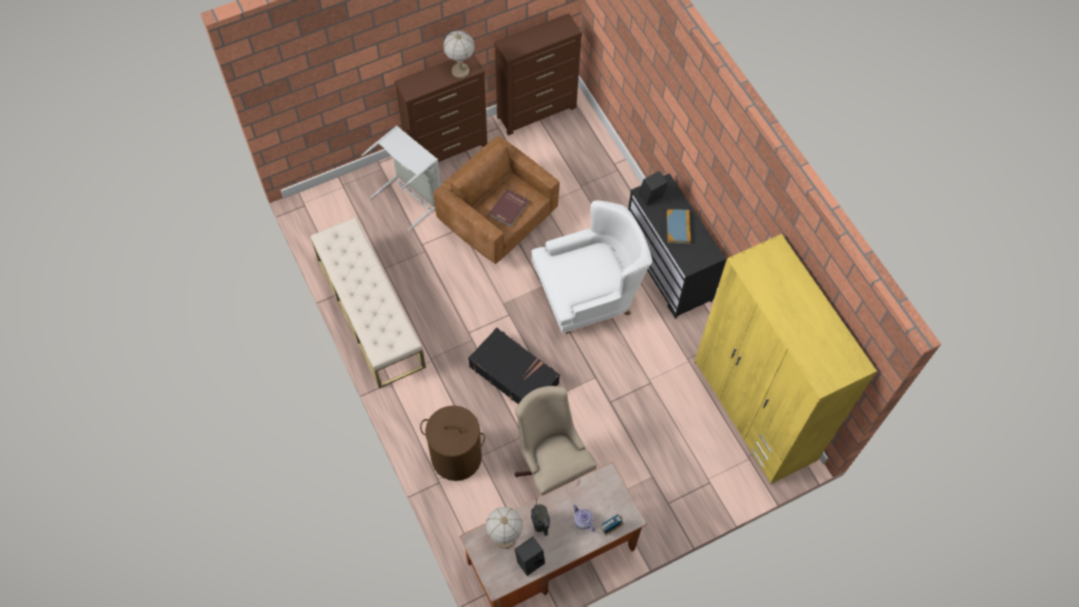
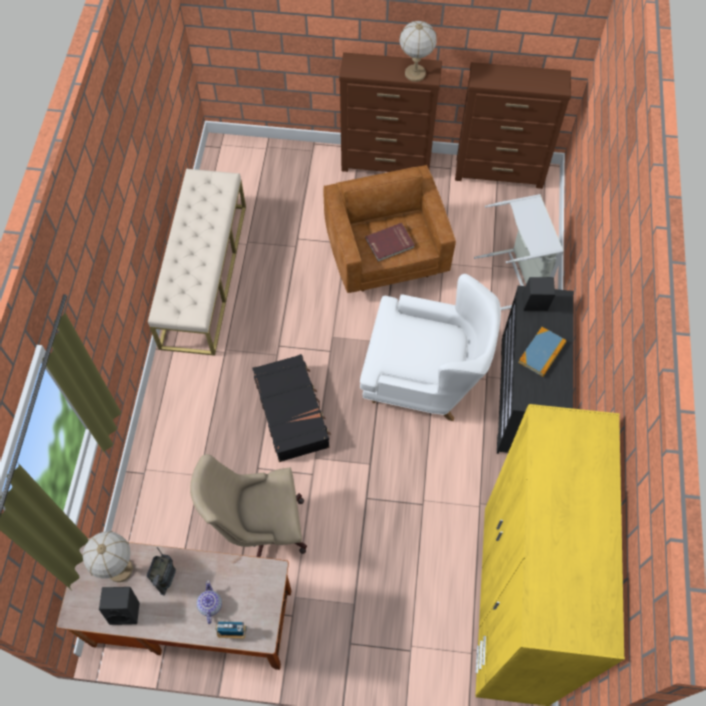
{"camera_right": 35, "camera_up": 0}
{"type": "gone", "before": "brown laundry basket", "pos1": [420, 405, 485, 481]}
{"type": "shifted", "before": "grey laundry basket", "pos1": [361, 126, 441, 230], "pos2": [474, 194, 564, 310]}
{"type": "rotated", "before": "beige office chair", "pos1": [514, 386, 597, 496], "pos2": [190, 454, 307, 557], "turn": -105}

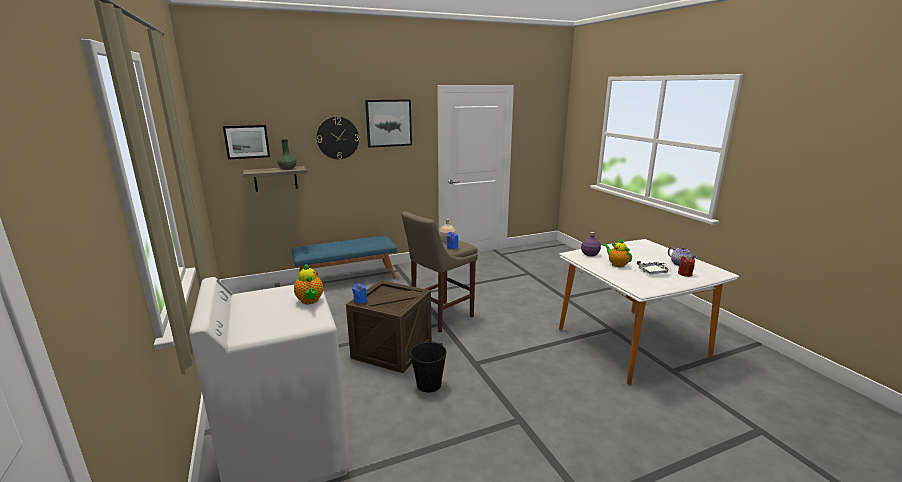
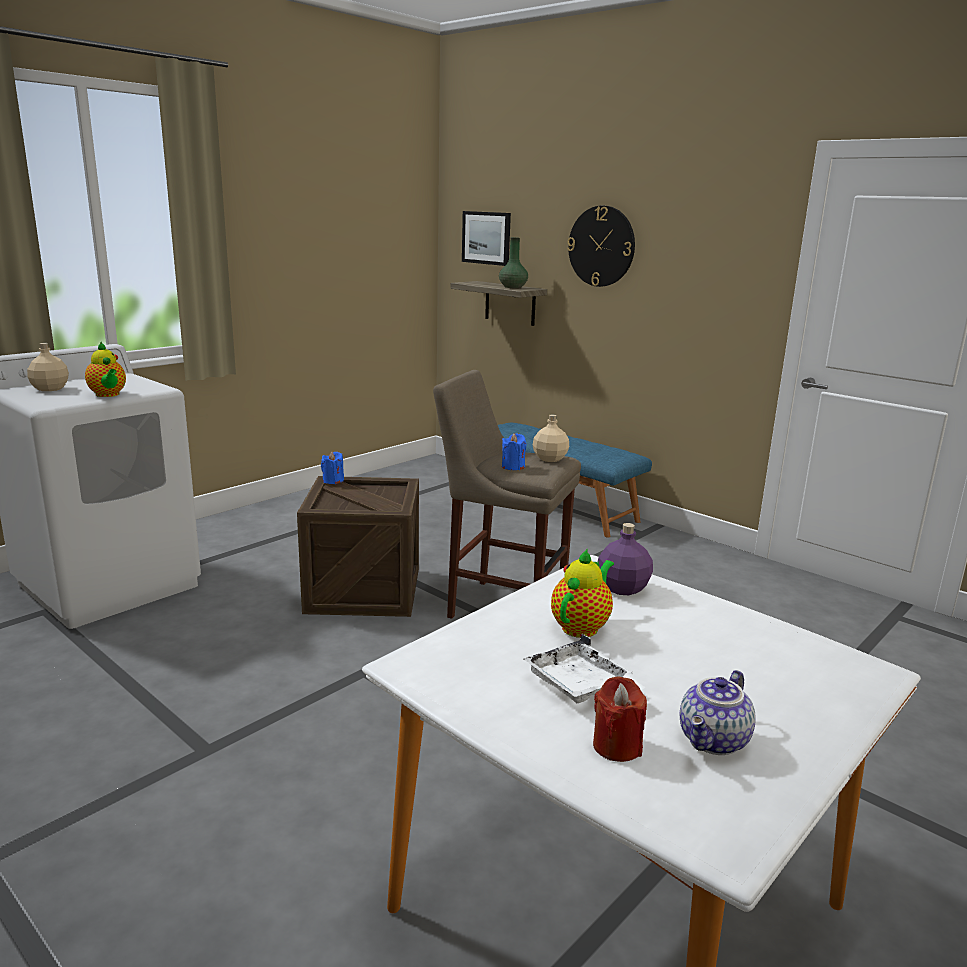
{"camera_right": 65, "camera_up": 0}
{"type": "gone", "before": "picture", "pos1": [365, 99, 412, 148]}
{"type": "gone", "before": "black bucket", "pos1": [410, 341, 447, 393]}
{"type": "new", "after": "beige bottle", "pos2": [27, 343, 69, 391]}
{"type": "rotated", "before": "teapot", "pos1": [294, 264, 323, 304], "pos2": [85, 342, 126, 397], "turn": -75}

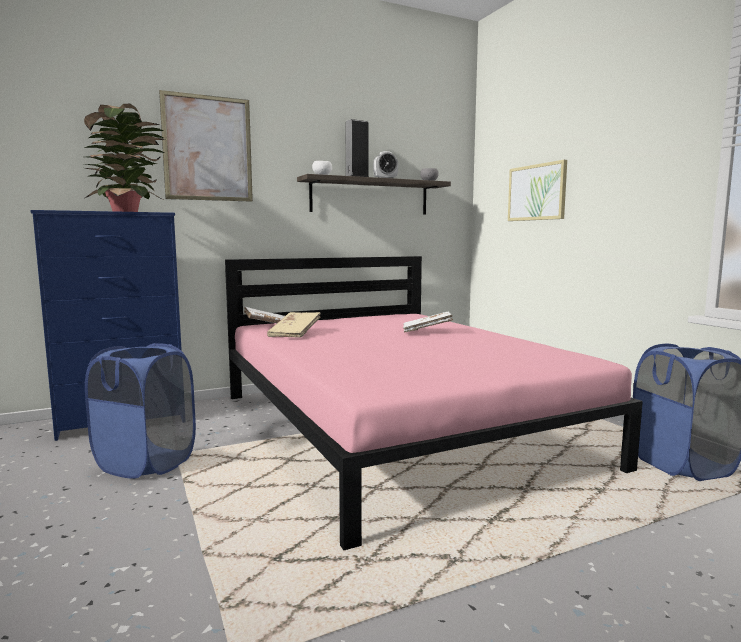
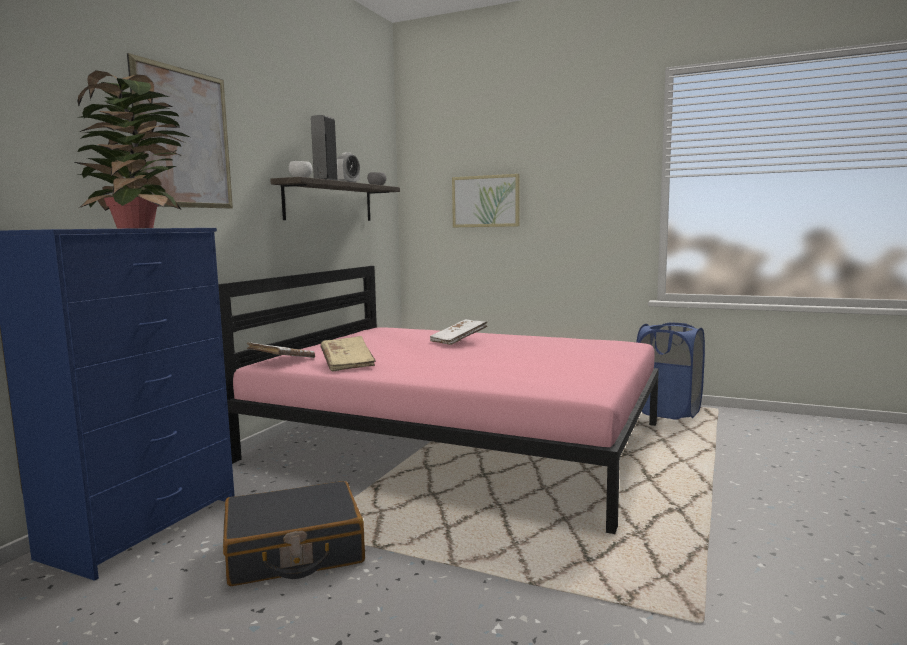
{"camera_right": -40, "camera_up": 0}
{"type": "swapped", "before": "blue laundry basket", "after": "black suitcase", "pos1": [85, 343, 196, 479], "pos2": [223, 481, 365, 586]}

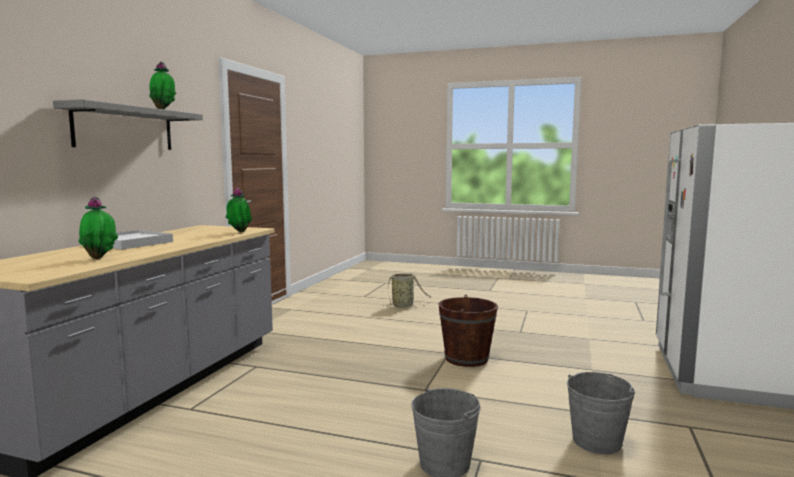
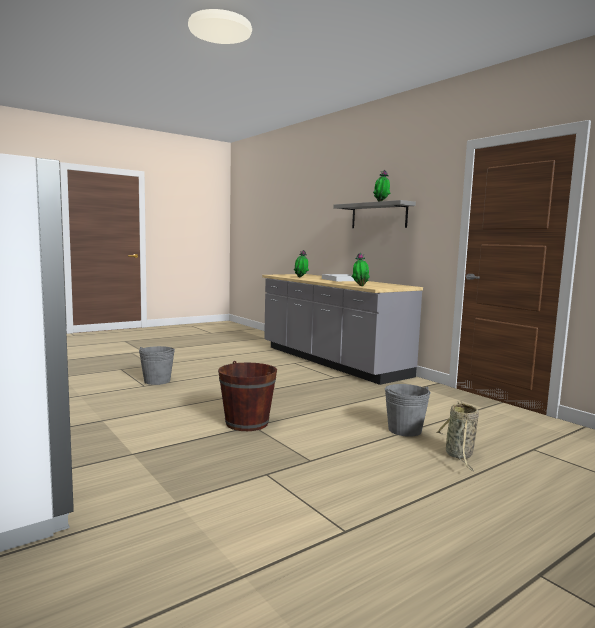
{"camera_right": 125, "camera_up": 0}
{"type": "shifted", "before": "grey bucket", "pos1": [567, 372, 635, 454], "pos2": [385, 384, 431, 437]}

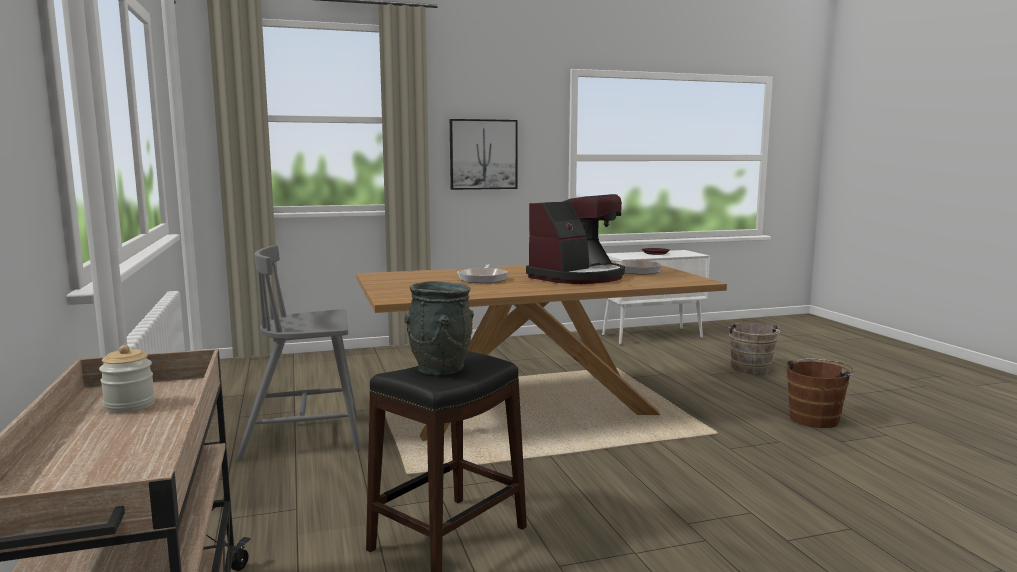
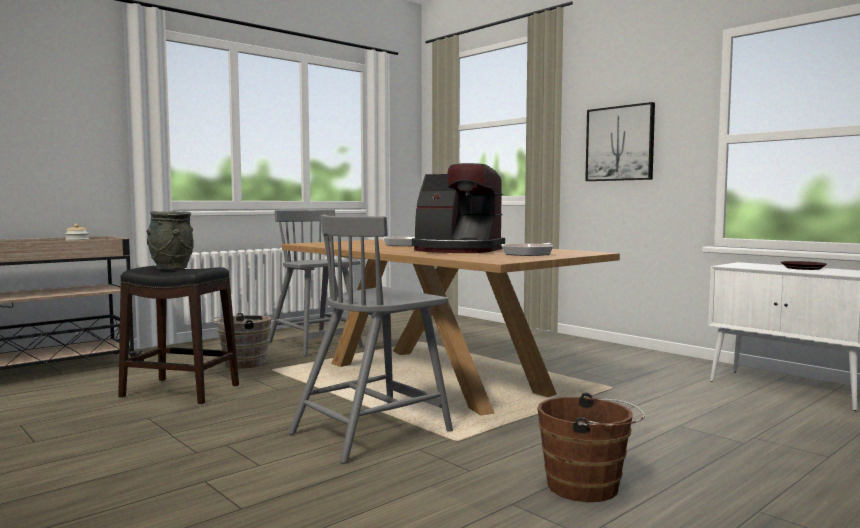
{"camera_right": 65, "camera_up": -5}
{"type": "new", "after": "grey chair", "pos2": [288, 215, 453, 464]}
{"type": "shifted", "before": "brown bucket", "pos1": [728, 323, 780, 375], "pos2": [210, 313, 272, 369]}

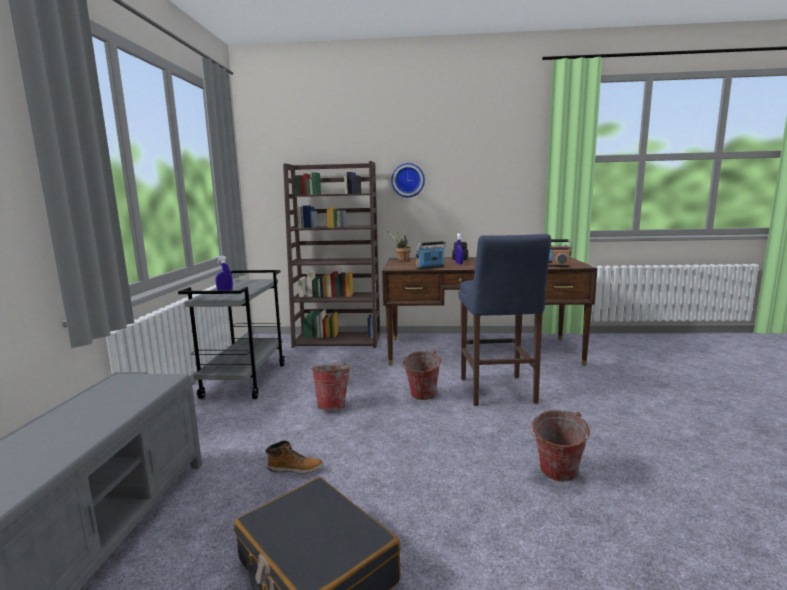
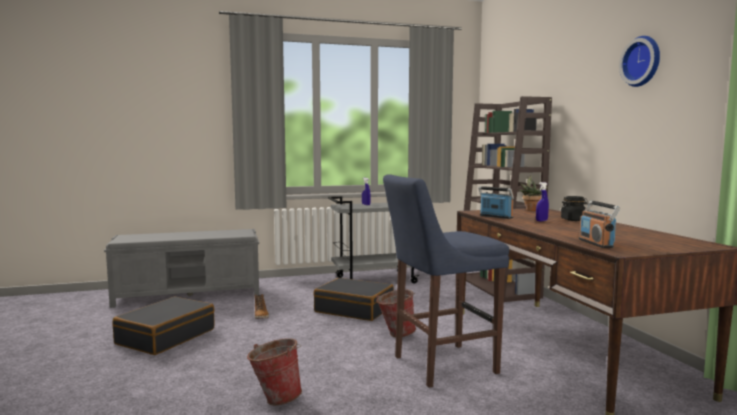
{"camera_right": 70, "camera_up": -5}
{"type": "shifted", "before": "wall clock", "pos1": [391, 163, 425, 197], "pos2": [619, 36, 660, 87]}
{"type": "swapped", "before": "bucket", "after": "black suitcase", "pos1": [311, 363, 353, 410], "pos2": [314, 278, 394, 321]}

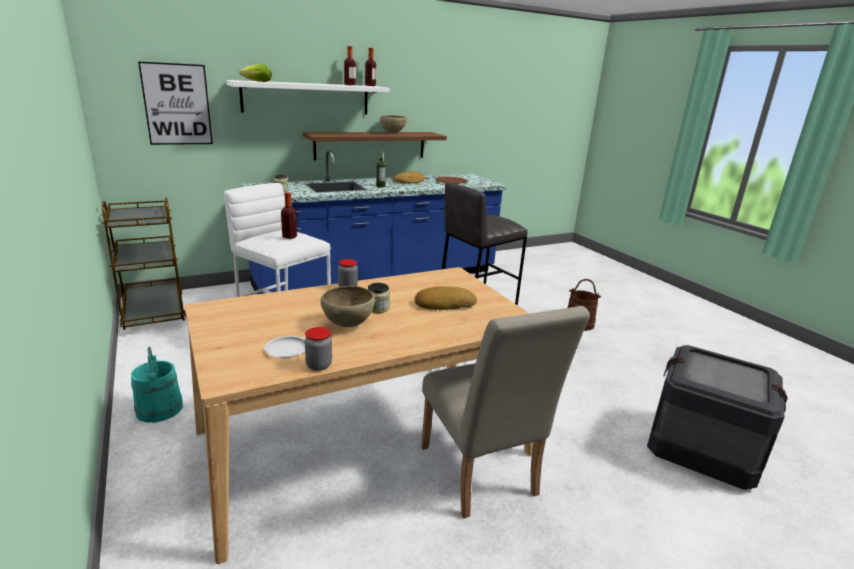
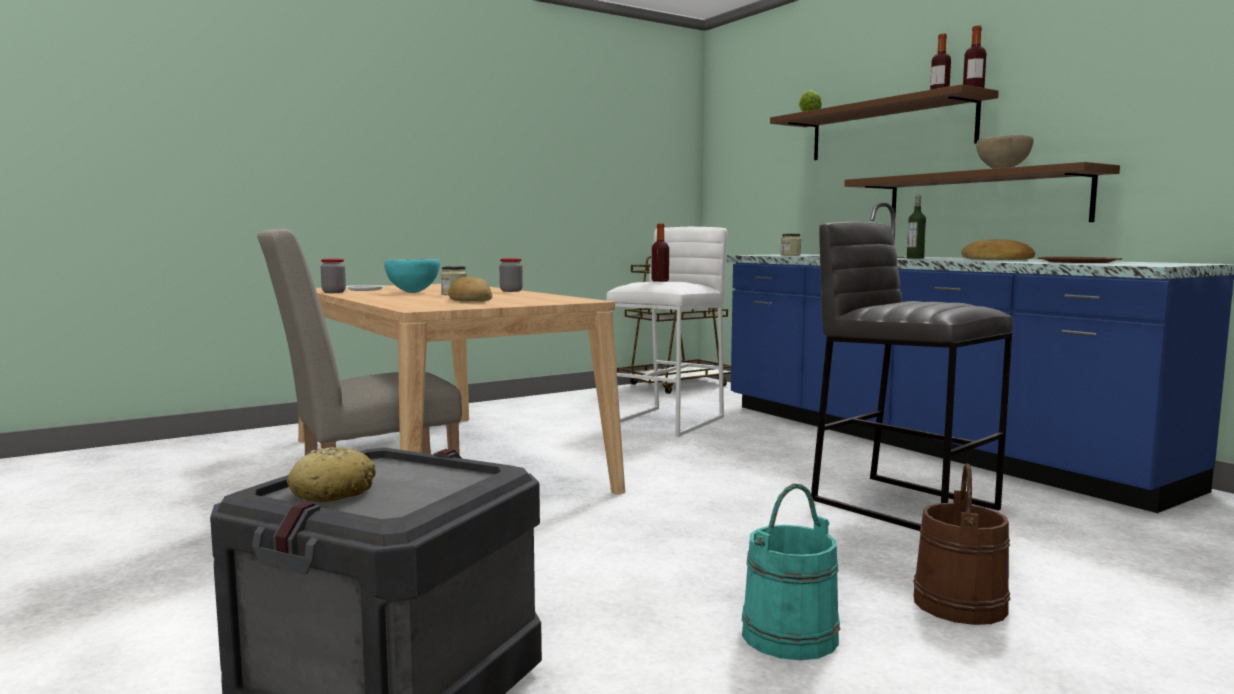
{"camera_right": 85, "camera_up": -15}
{"type": "gone", "before": "picture", "pos1": [138, 62, 213, 145]}
{"type": "new", "after": "bread", "pos2": [287, 447, 376, 502]}
{"type": "shifted", "before": "turquoise bucket", "pos1": [131, 346, 183, 422], "pos2": [742, 483, 840, 660]}
{"type": "repainted", "before": "white shelf", "after": "brown shelf", "pos1": [226, 80, 390, 114], "pos2": [770, 84, 999, 160]}
{"type": "repainted", "before": "brown bowl", "after": "turquoise bowl", "pos1": [321, 286, 375, 327], "pos2": [384, 259, 440, 293]}

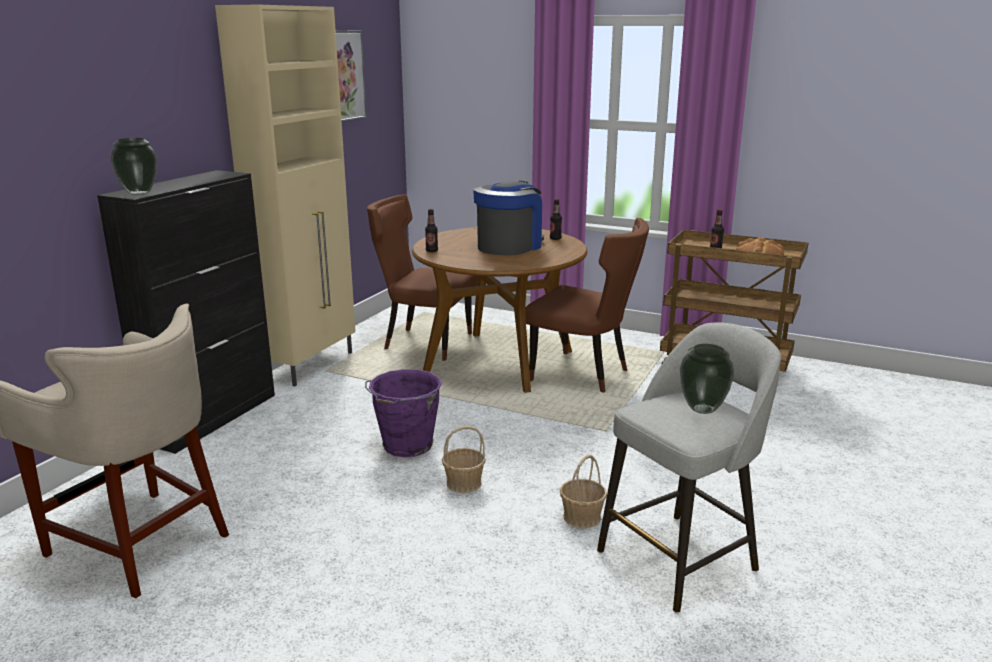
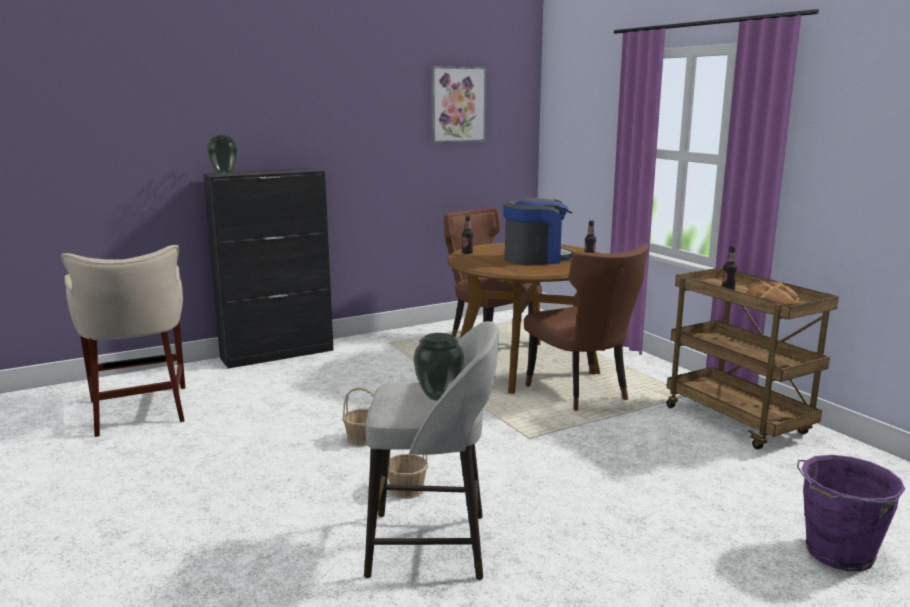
{"camera_right": 35, "camera_up": -5}
{"type": "gone", "before": "beige cabinet", "pos1": [215, 5, 356, 386]}
{"type": "shifted", "before": "purple bucket", "pos1": [365, 369, 442, 457], "pos2": [797, 455, 905, 571]}

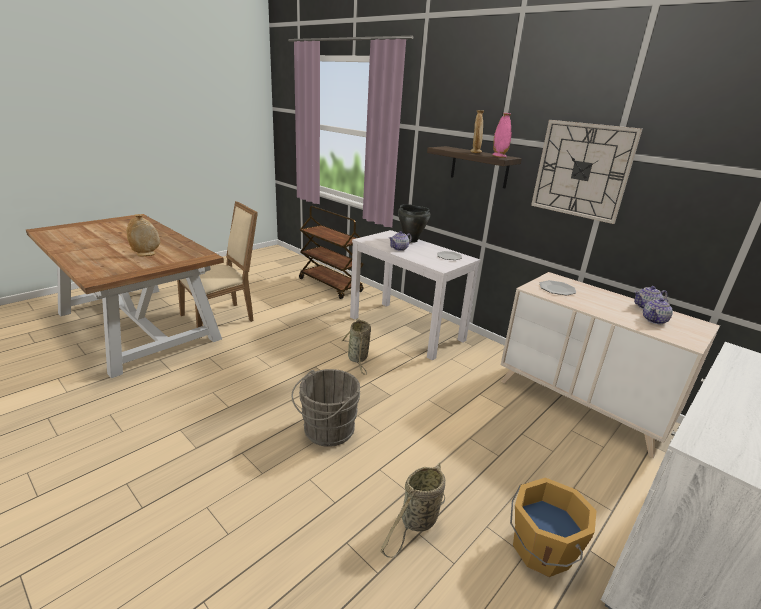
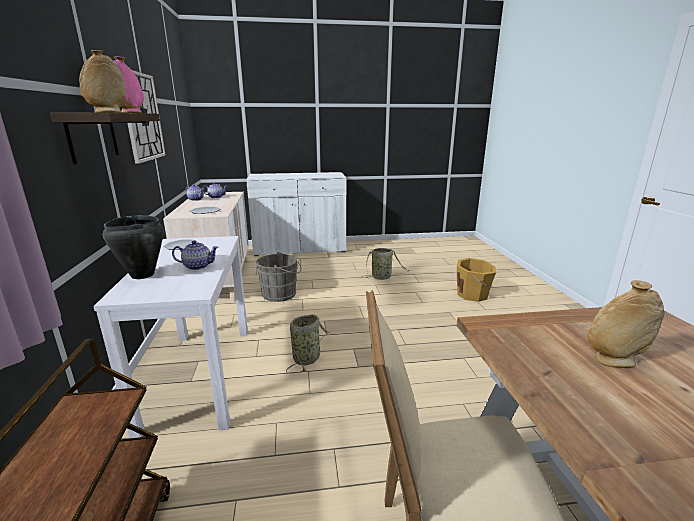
{"camera_right": -140, "camera_up": -5}
{"type": "shifted", "before": "grey bucket", "pos1": [292, 369, 360, 447], "pos2": [256, 252, 301, 302]}
{"type": "shifted", "before": "orange bucket", "pos1": [510, 477, 597, 577], "pos2": [457, 258, 496, 302]}

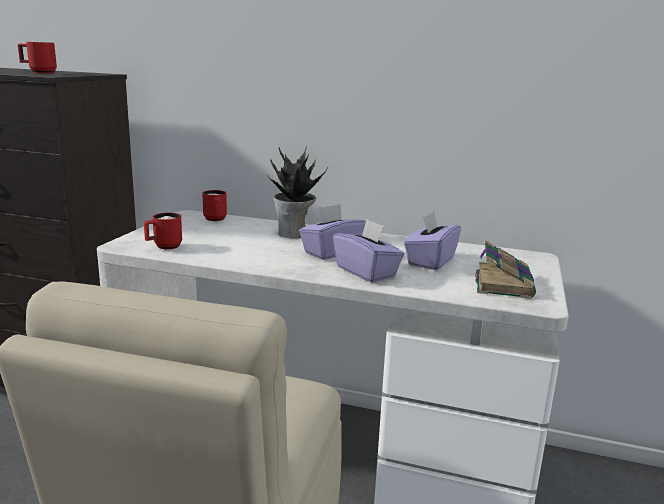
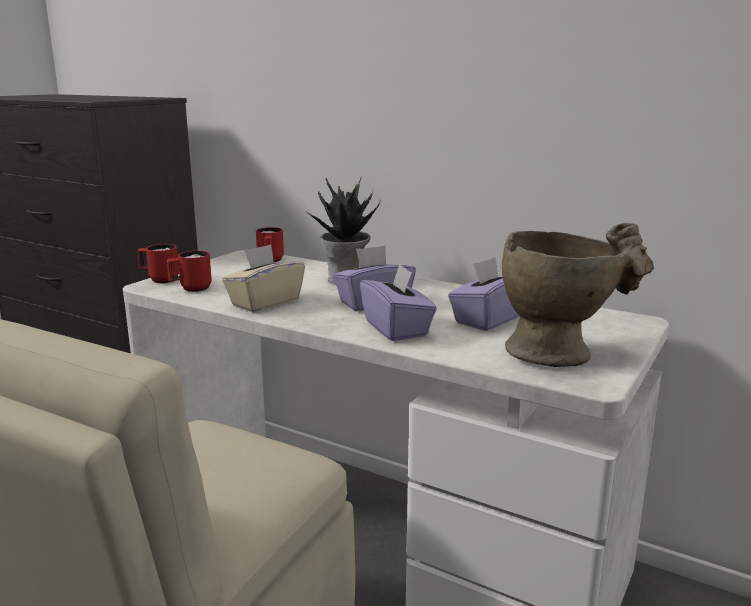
{"camera_right": 15, "camera_up": 0}
{"type": "new", "after": "beige tissue box", "pos2": [222, 244, 305, 312]}
{"type": "shifted", "before": "red mug", "pos1": [18, 42, 57, 73], "pos2": [137, 244, 179, 283]}
{"type": "swapped", "before": "book", "after": "beige vase", "pos1": [475, 240, 536, 299], "pos2": [502, 223, 654, 367]}

